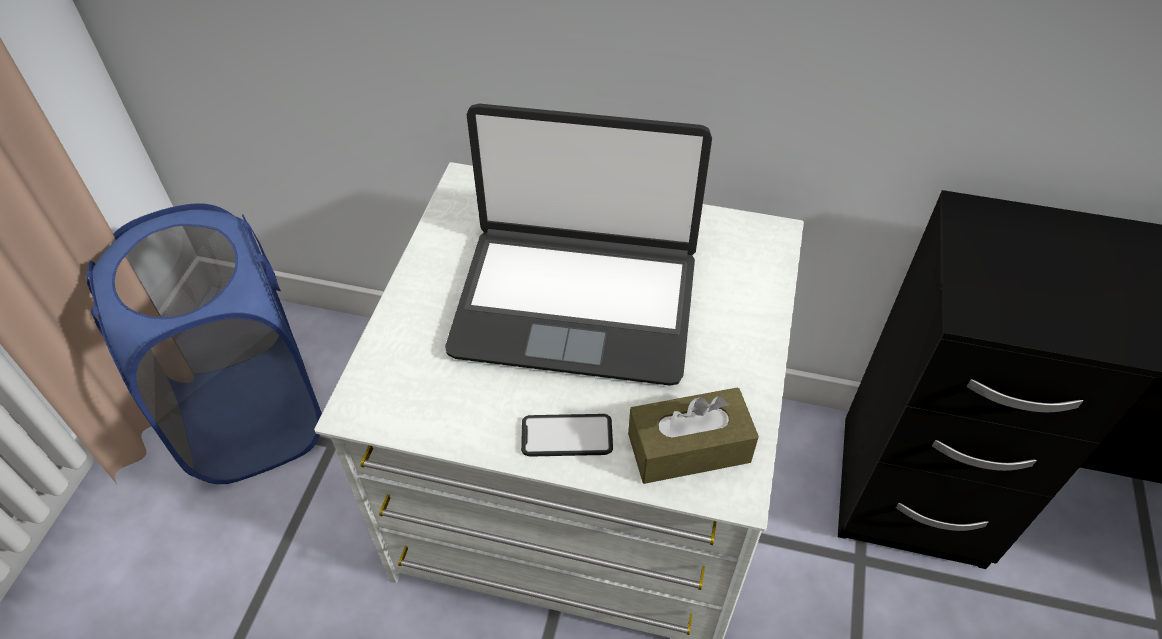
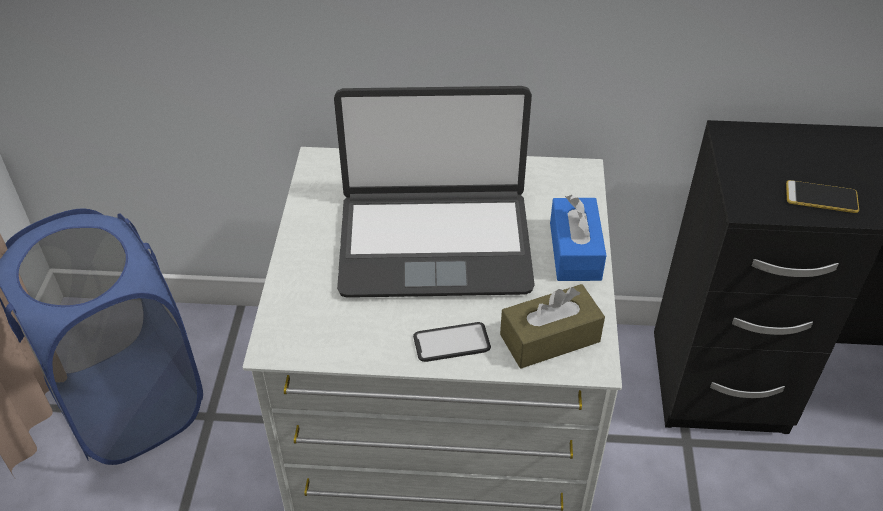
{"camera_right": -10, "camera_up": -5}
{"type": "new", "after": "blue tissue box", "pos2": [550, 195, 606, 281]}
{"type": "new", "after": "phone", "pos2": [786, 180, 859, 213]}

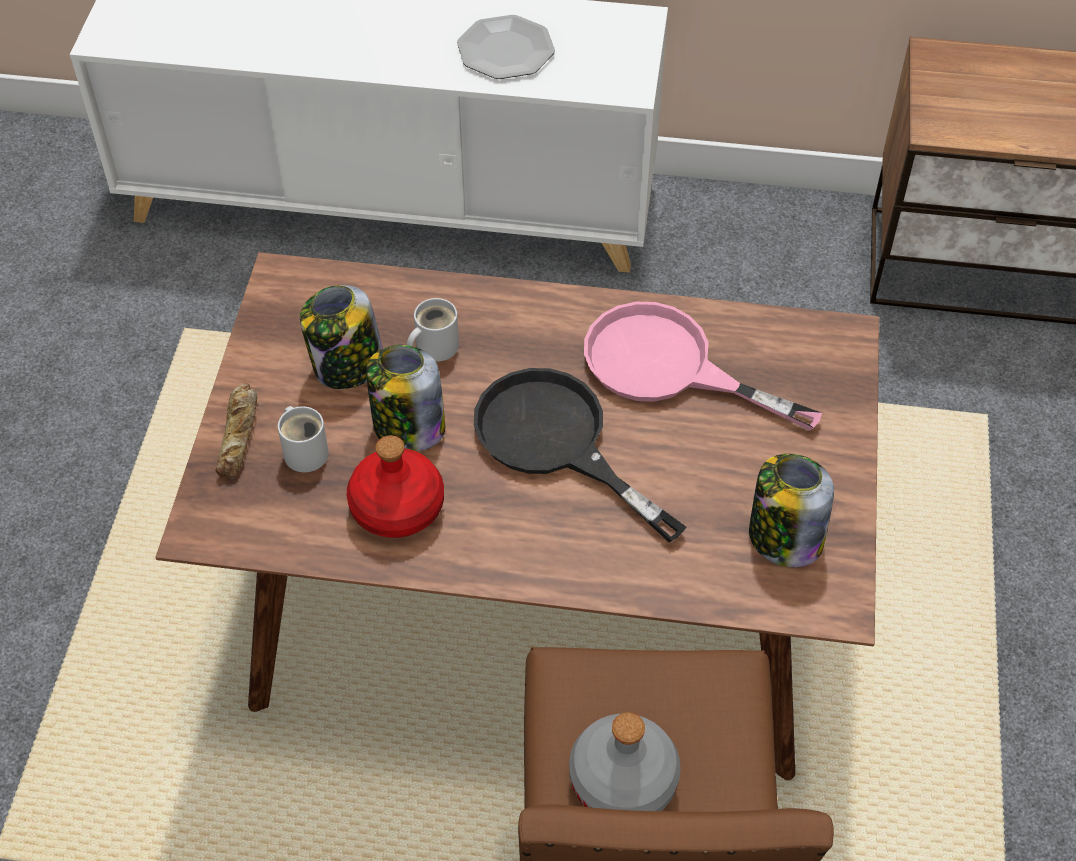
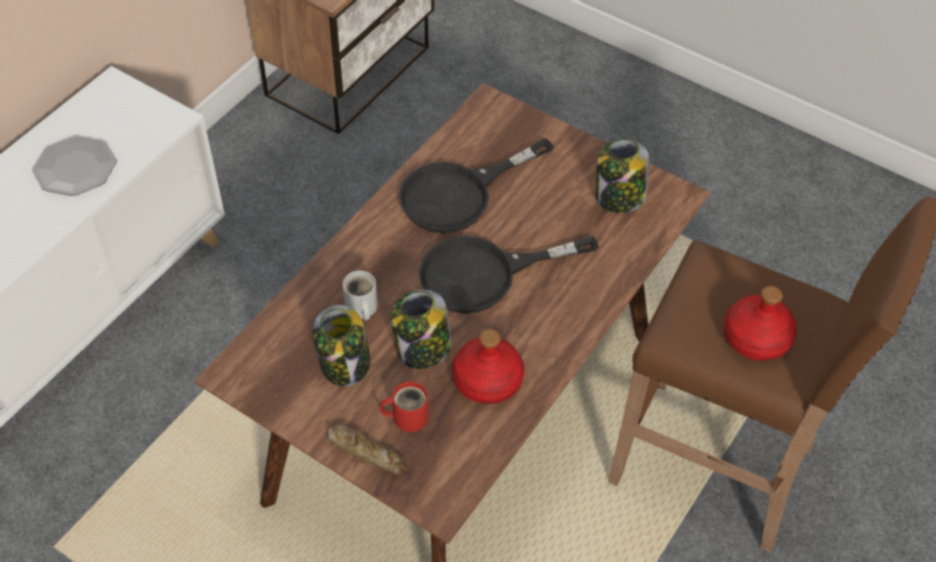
{"camera_right": -65, "camera_up": 0}
{"type": "repainted", "before": "white mug", "after": "red mug", "pos1": [278, 406, 329, 472], "pos2": [380, 382, 428, 432]}
{"type": "repainted", "before": "grey bottle", "after": "red bottle", "pos1": [569, 713, 681, 811], "pos2": [724, 286, 797, 361]}
{"type": "repainted", "before": "pink frying pan", "after": "black frying pan", "pos1": [584, 302, 822, 431], "pos2": [399, 138, 554, 233]}

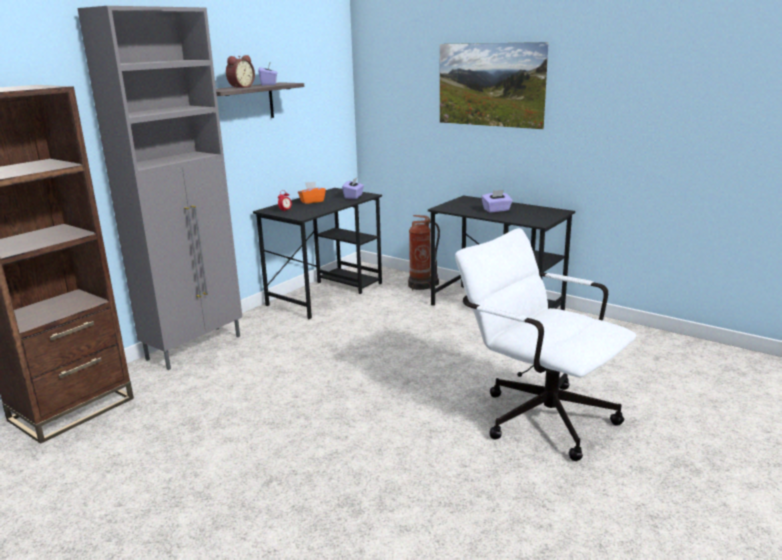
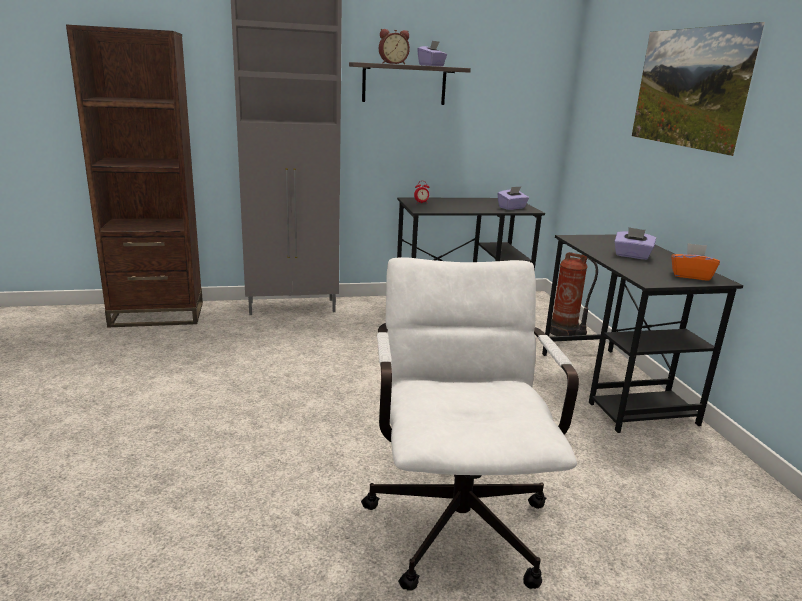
{"camera_right": 40, "camera_up": 0}
{"type": "shifted", "before": "orange tissue box", "pos1": [298, 181, 326, 204], "pos2": [671, 243, 720, 281]}

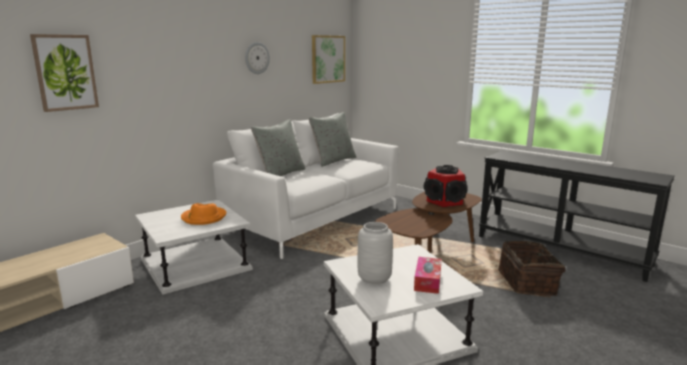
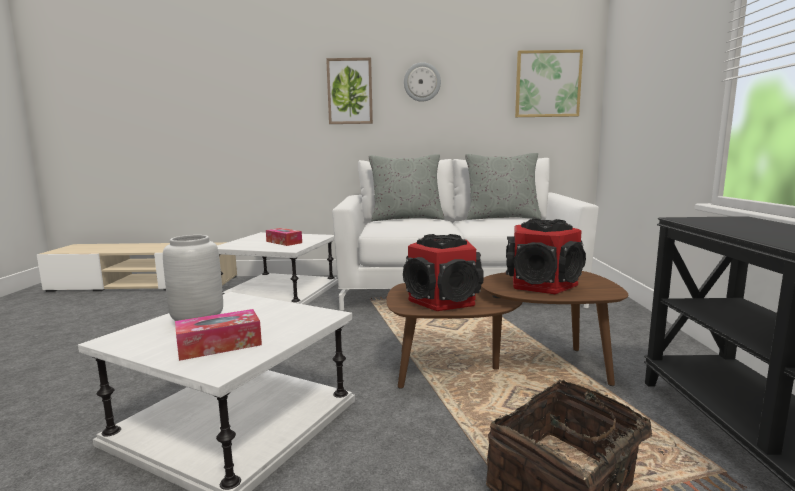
{"camera_right": 50, "camera_up": -5}
{"type": "new", "after": "speaker", "pos2": [403, 234, 484, 311]}
{"type": "shifted", "before": "picture", "pos1": [30, 34, 99, 112], "pos2": [326, 58, 373, 124]}
{"type": "swapped", "before": "orange hat", "after": "tissue box", "pos1": [181, 203, 227, 225], "pos2": [266, 228, 302, 246]}

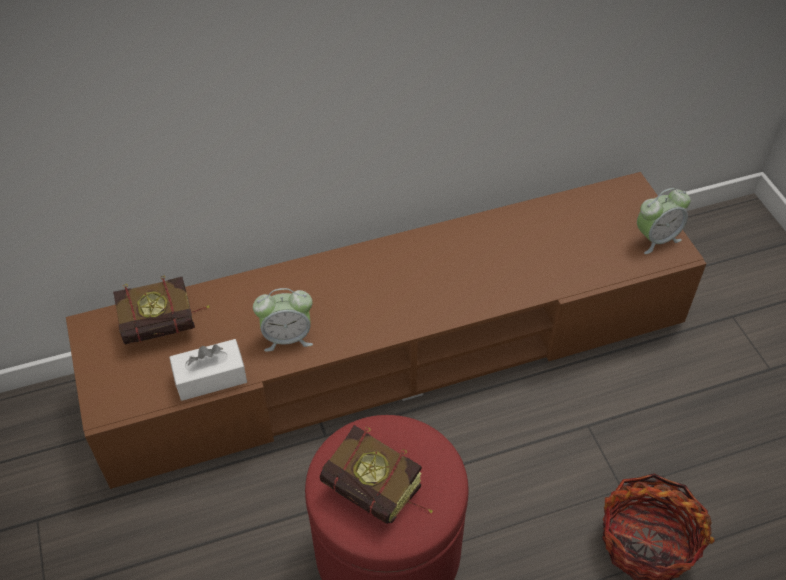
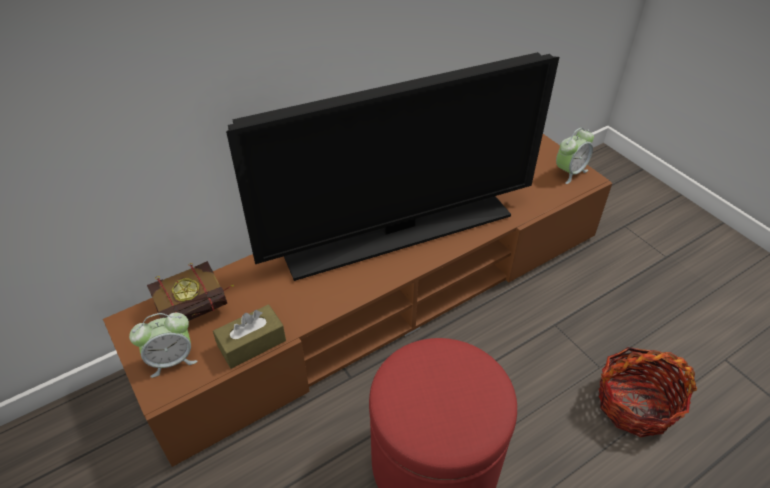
{"camera_right": -15, "camera_up": -5}
{"type": "gone", "before": "book", "pos1": [320, 425, 433, 524]}
{"type": "new", "after": "television", "pos2": [226, 52, 559, 281]}
{"type": "shifted", "before": "alarm clock", "pos1": [253, 288, 313, 352], "pos2": [129, 313, 198, 378]}
{"type": "repainted", "before": "white tissue box", "after": "brown tissue box", "pos1": [169, 339, 247, 401], "pos2": [213, 304, 286, 369]}

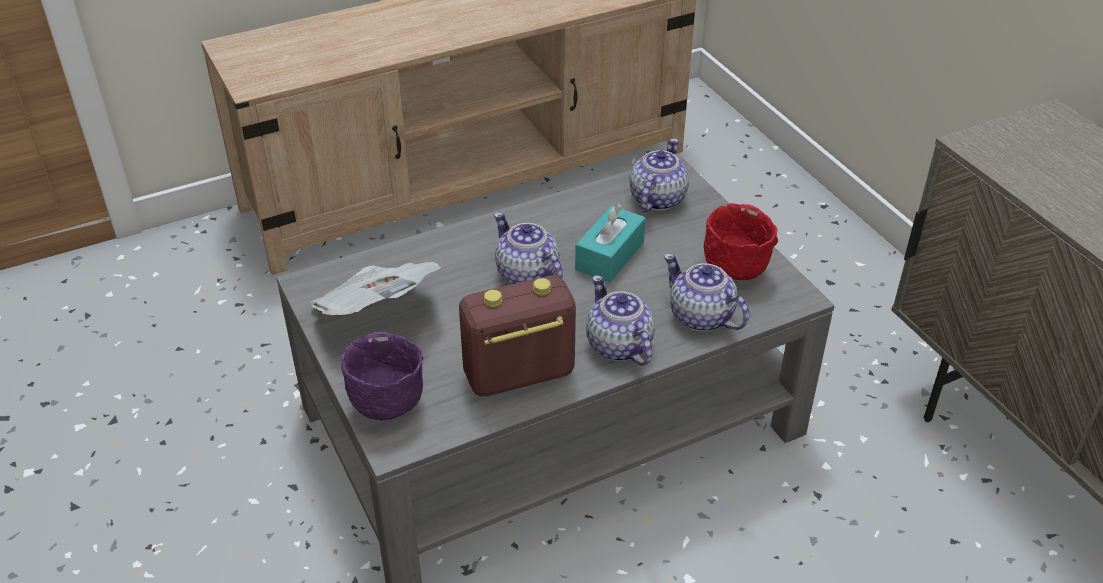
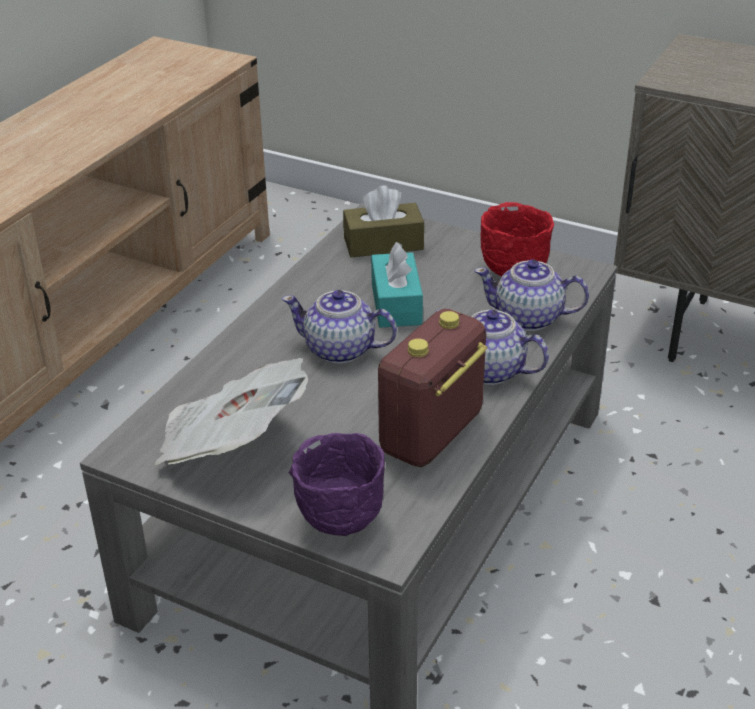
{"camera_right": -35, "camera_up": -5}
{"type": "swapped", "before": "teapot", "after": "brown tissue box", "pos1": [629, 138, 689, 212], "pos2": [343, 185, 424, 257]}

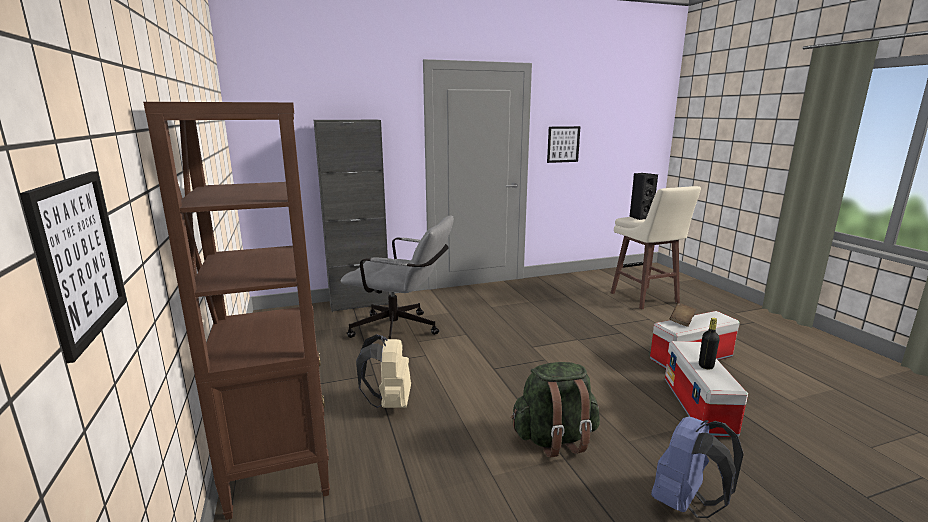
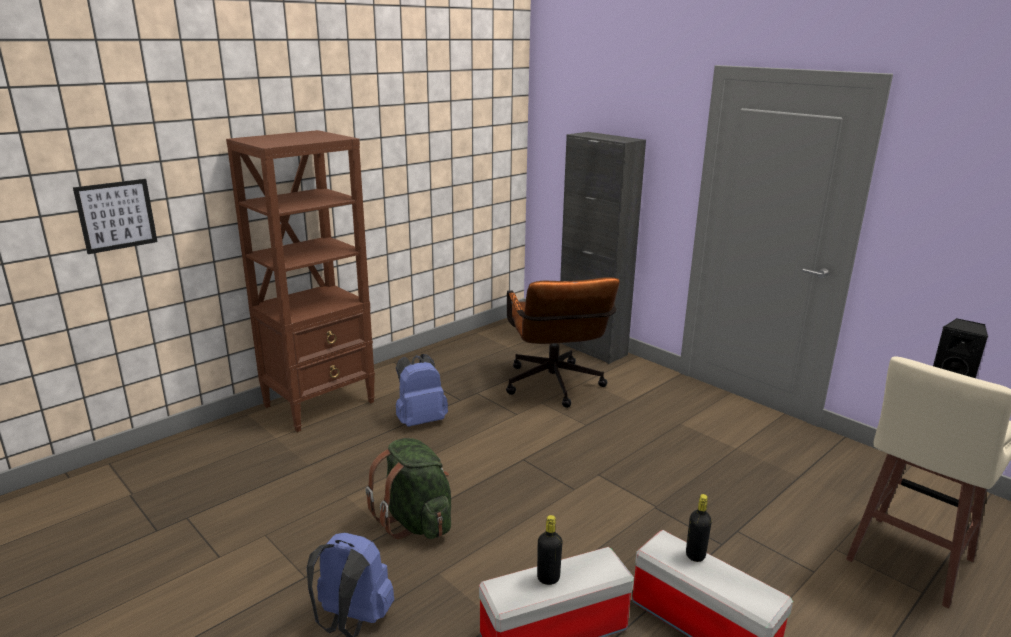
{"camera_right": 65, "camera_up": 5}
{"type": "gone", "before": "picture", "pos1": [547, 126, 581, 163]}
{"type": "swapped", "before": "brown book", "after": "black bottle", "pos1": [670, 303, 696, 327], "pos2": [686, 494, 712, 562]}
{"type": "repainted", "before": "grey office chair", "after": "brown office chair", "pos1": [341, 215, 454, 339], "pos2": [506, 277, 620, 408]}
{"type": "repainted", "before": "beige backpack", "after": "blue backpack", "pos1": [356, 335, 411, 408], "pos2": [396, 354, 448, 427]}

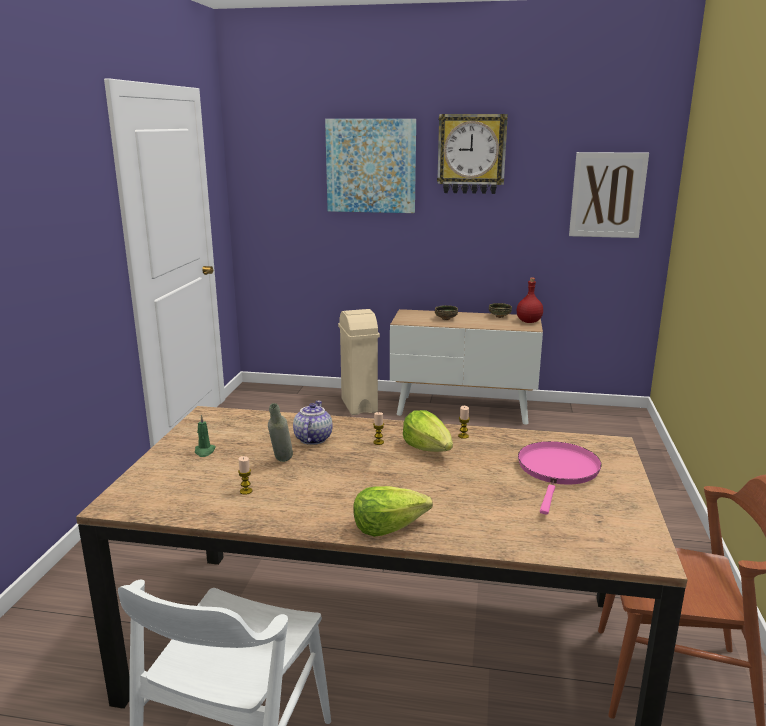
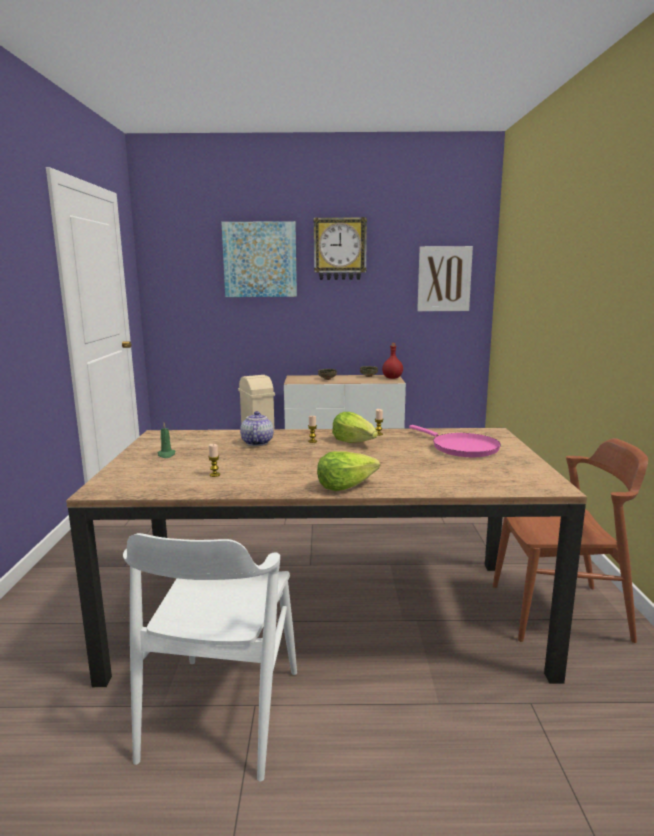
{"camera_right": -10, "camera_up": -5}
{"type": "gone", "before": "grey bottle", "pos1": [268, 403, 293, 462]}
{"type": "rotated", "before": "pink frying pan", "pos1": [518, 441, 602, 515], "pos2": [409, 425, 501, 457], "turn": 135}

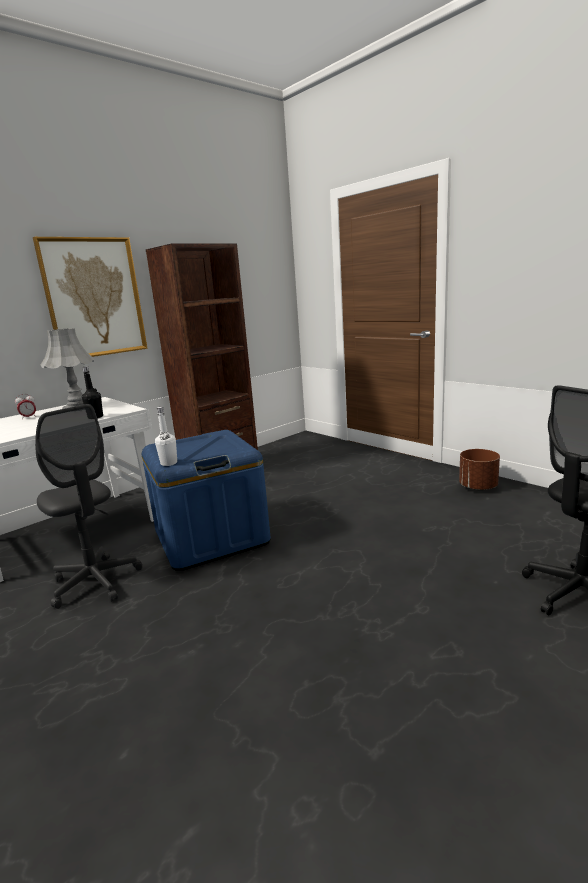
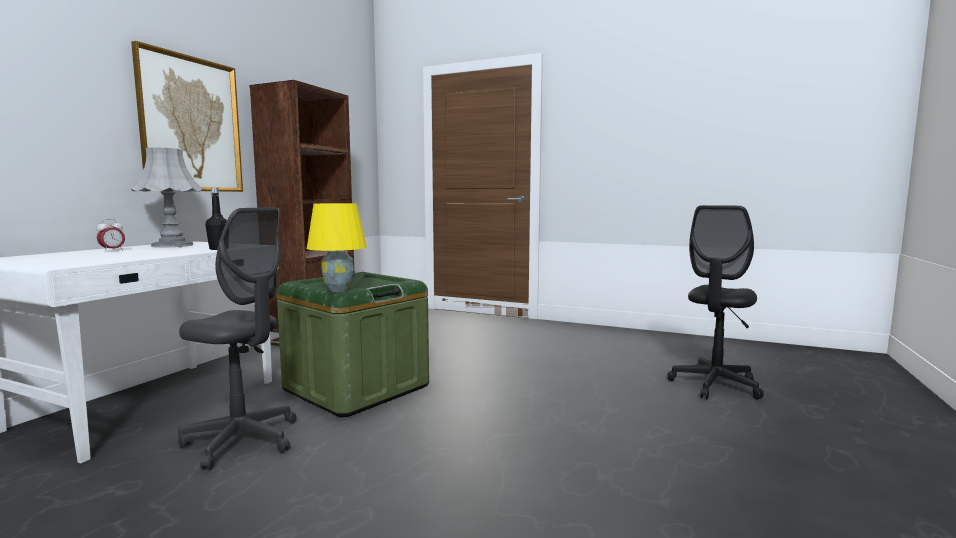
{"camera_right": -25, "camera_up": -10}
{"type": "gone", "before": "brown planter", "pos1": [459, 449, 500, 491]}
{"type": "swapped", "before": "white bottle", "after": "yellow table lamp", "pos1": [155, 407, 177, 466], "pos2": [307, 203, 367, 292]}
{"type": "repainted", "before": "blue storage box", "after": "green storage box", "pos1": [142, 430, 271, 571], "pos2": [277, 272, 429, 417]}

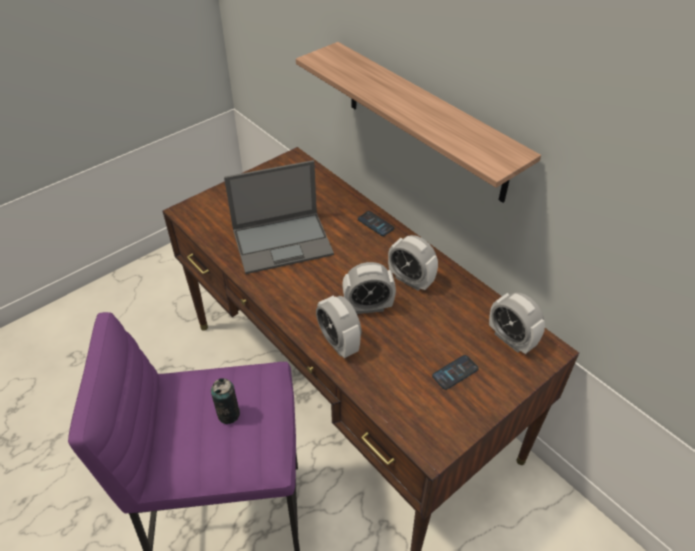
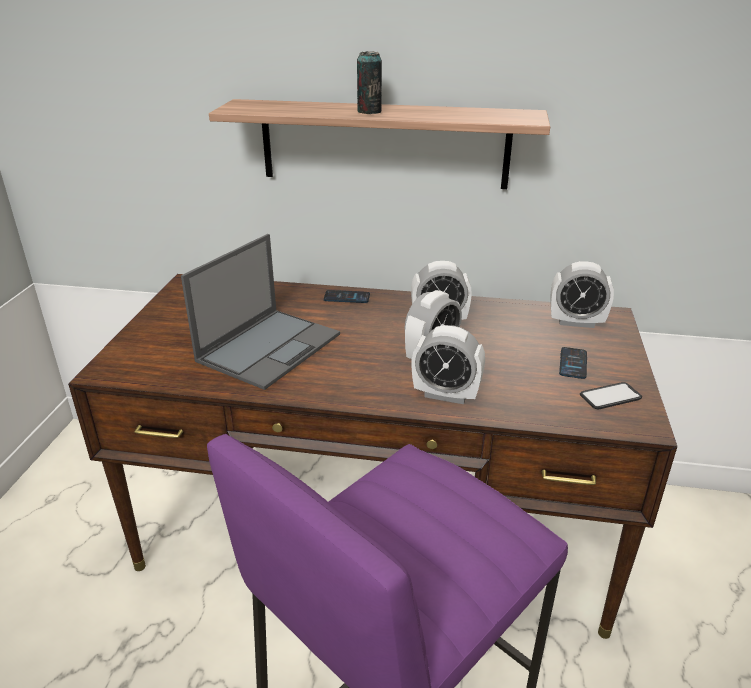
{"camera_right": -40, "camera_up": -15}
{"type": "new", "after": "phone", "pos2": [580, 382, 642, 409]}
{"type": "shifted", "before": "can", "pos1": [211, 378, 240, 424], "pos2": [357, 51, 382, 114]}

